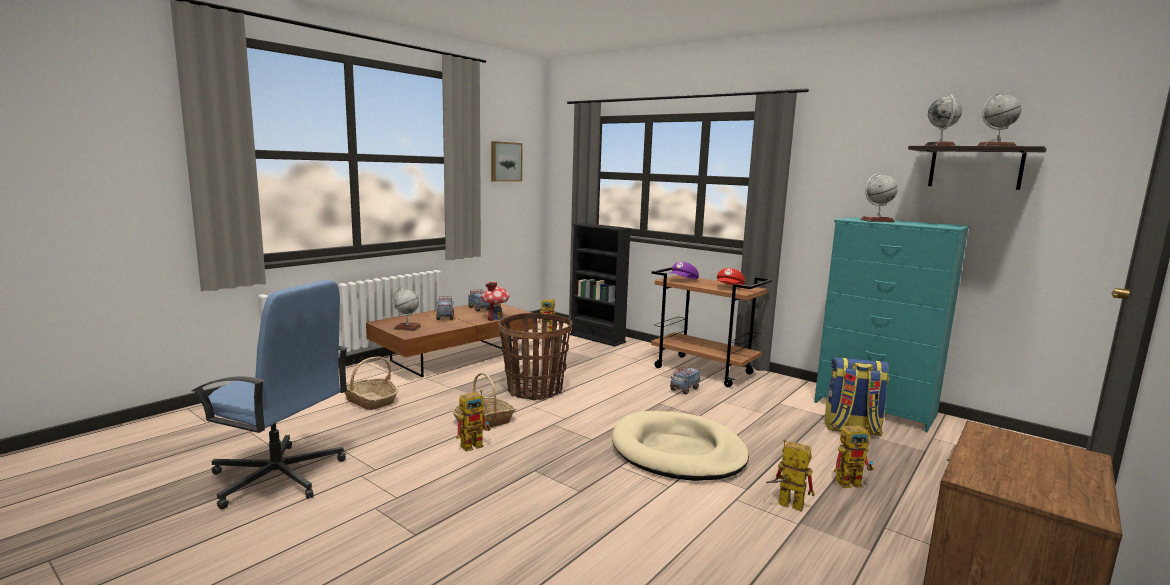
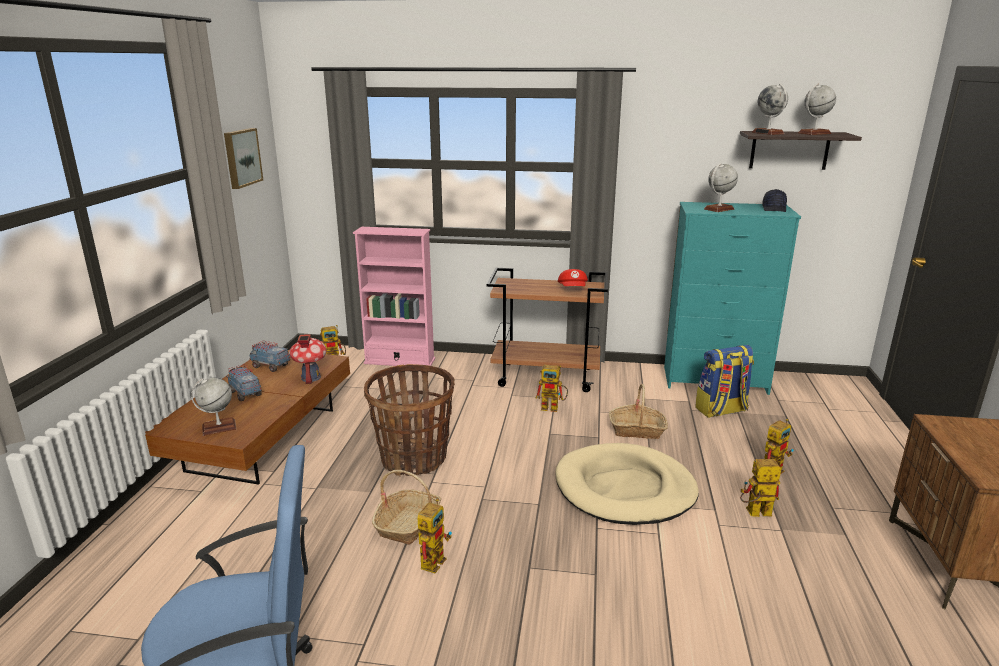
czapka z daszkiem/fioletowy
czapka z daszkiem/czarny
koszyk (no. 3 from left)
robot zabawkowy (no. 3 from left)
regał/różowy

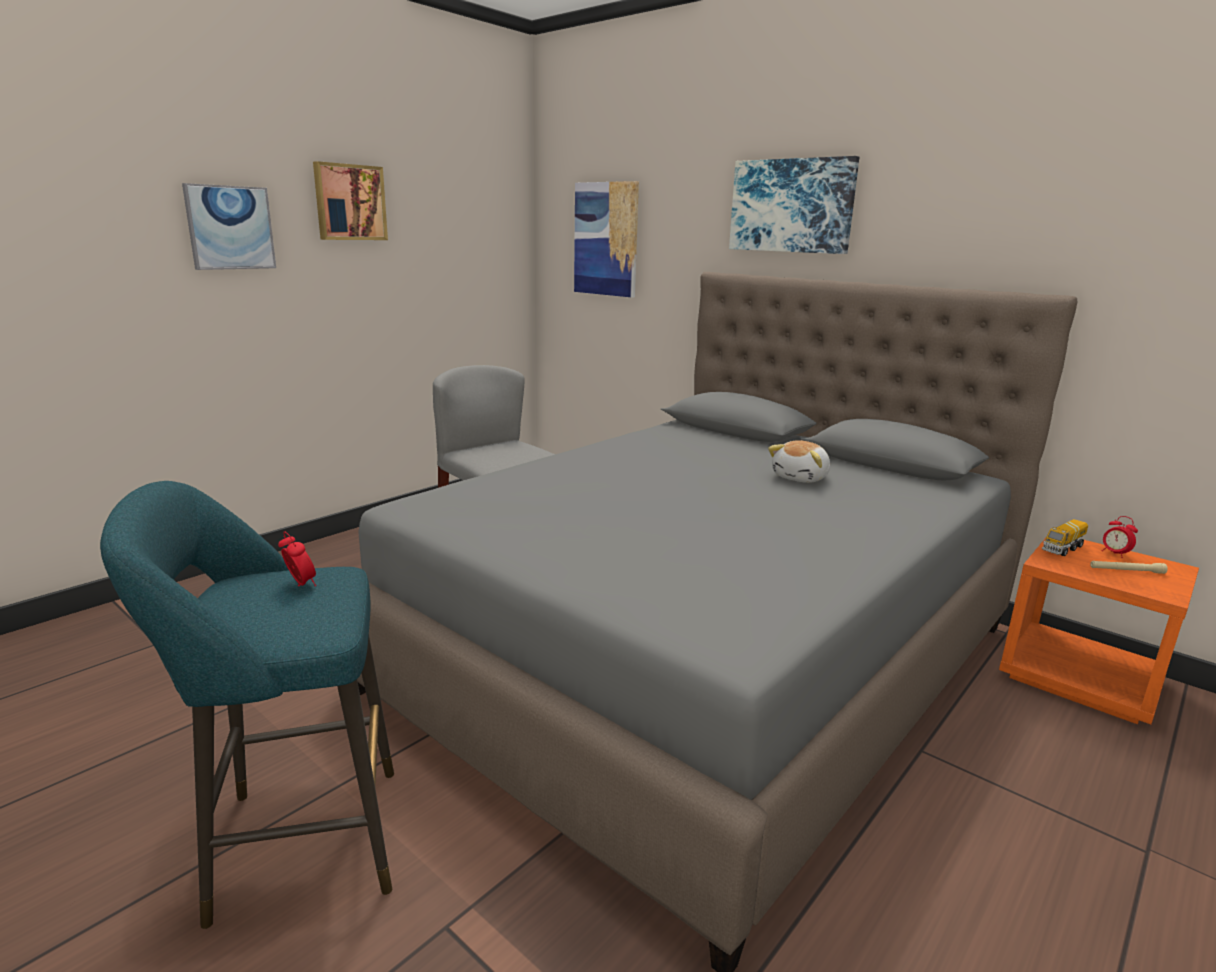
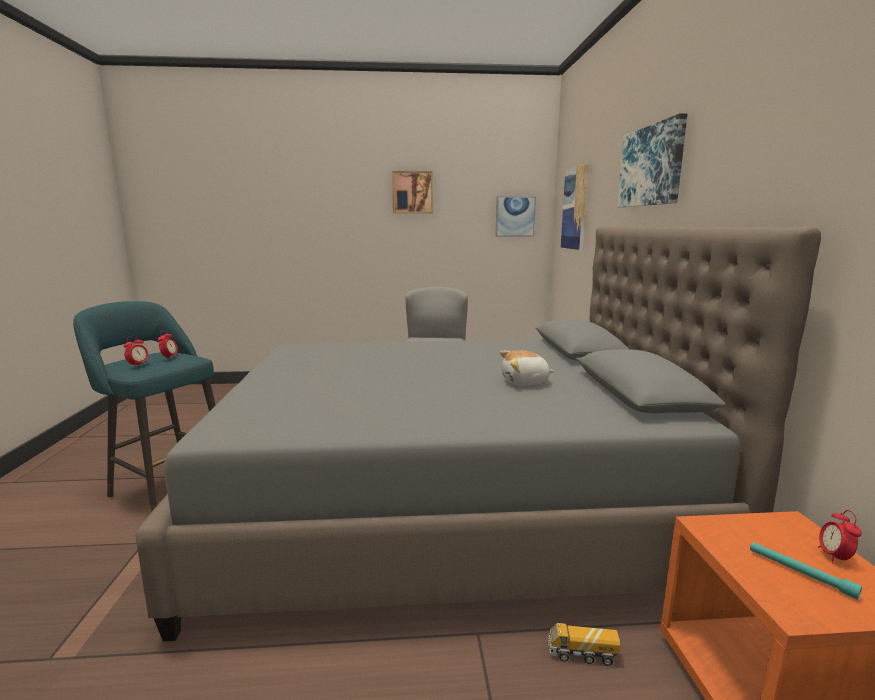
budzik (no. 1 from left)
obraz (no. 2 from left)
ciężarówka zabawkowa
latarka/turkusowy

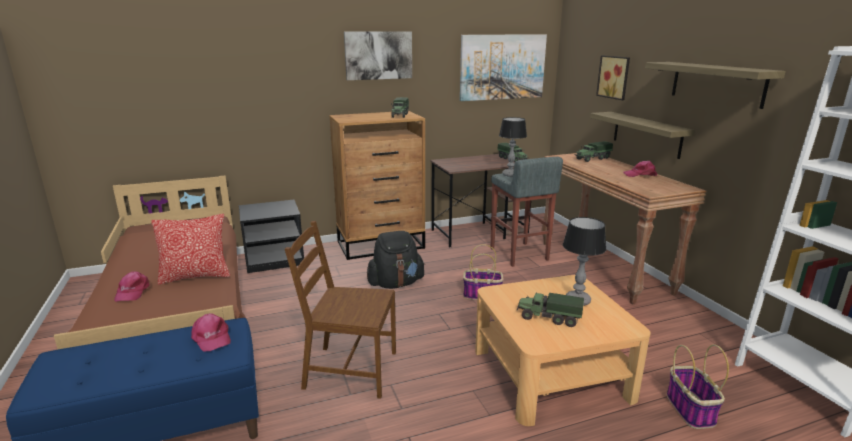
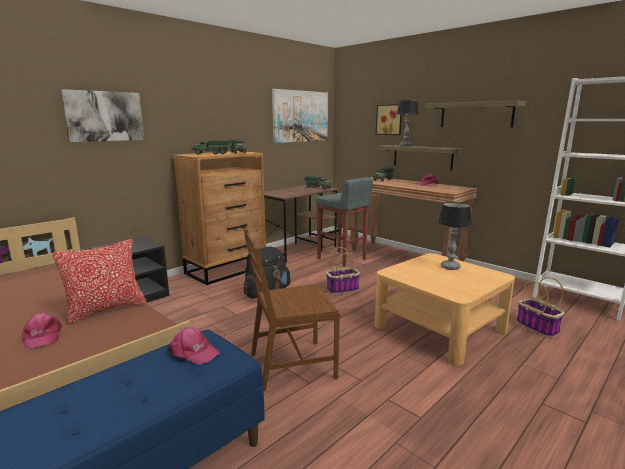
obraz (no. 1 from left)
lampa stołowa (no. 1 from left)
ciężarówka zabawkowa (no. 1 from left)

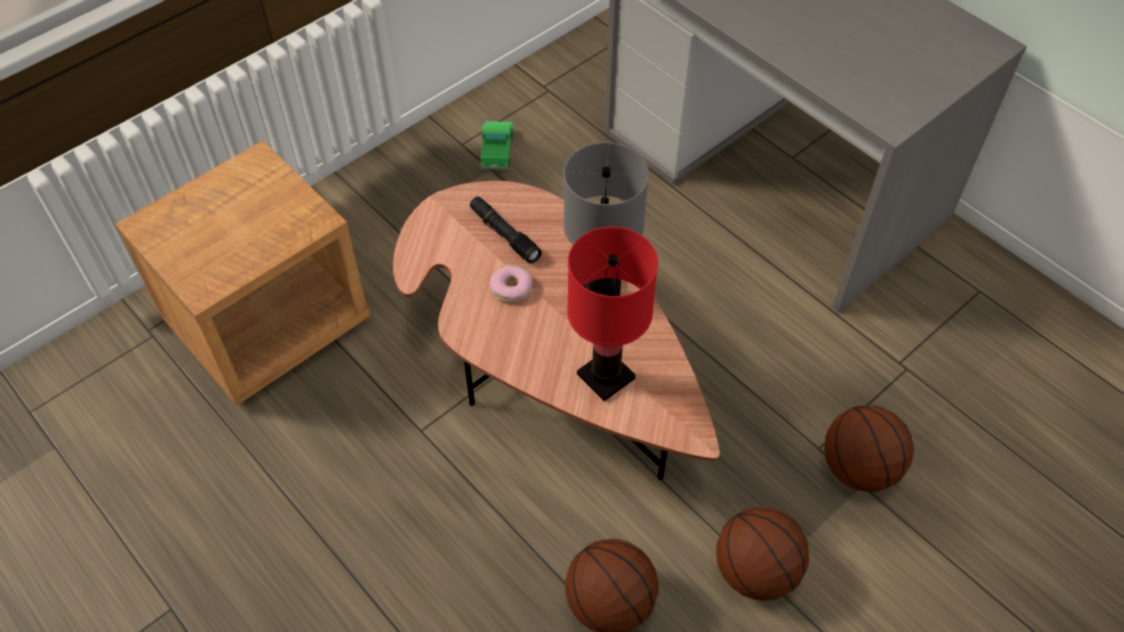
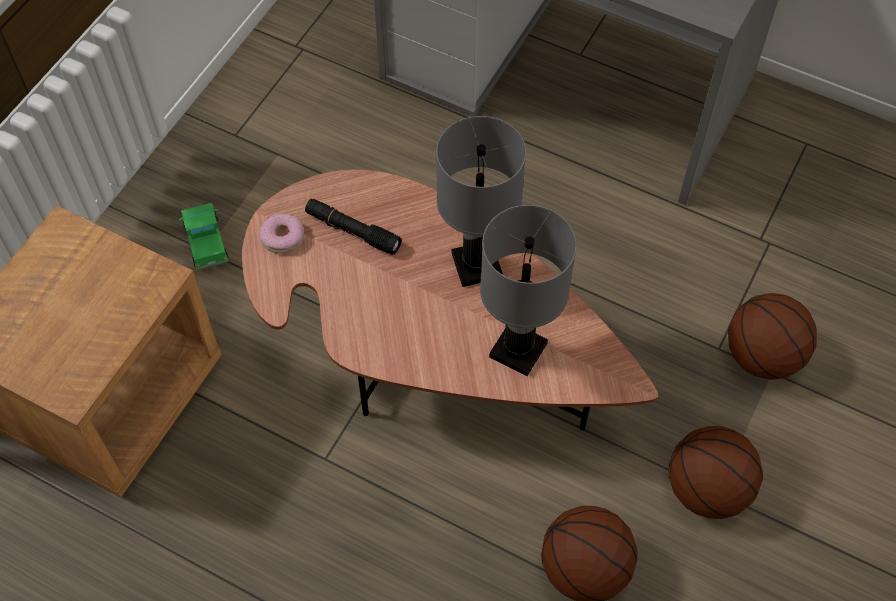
ciężarówka zabawkowa
donut
lampa stołowa/szary (no. 2 from left)

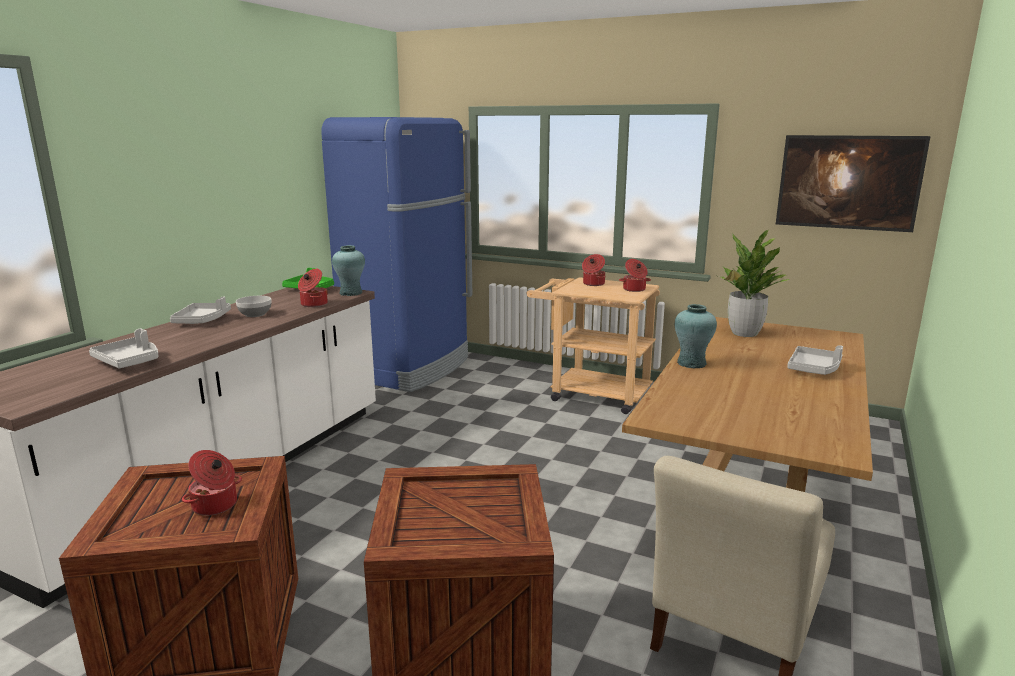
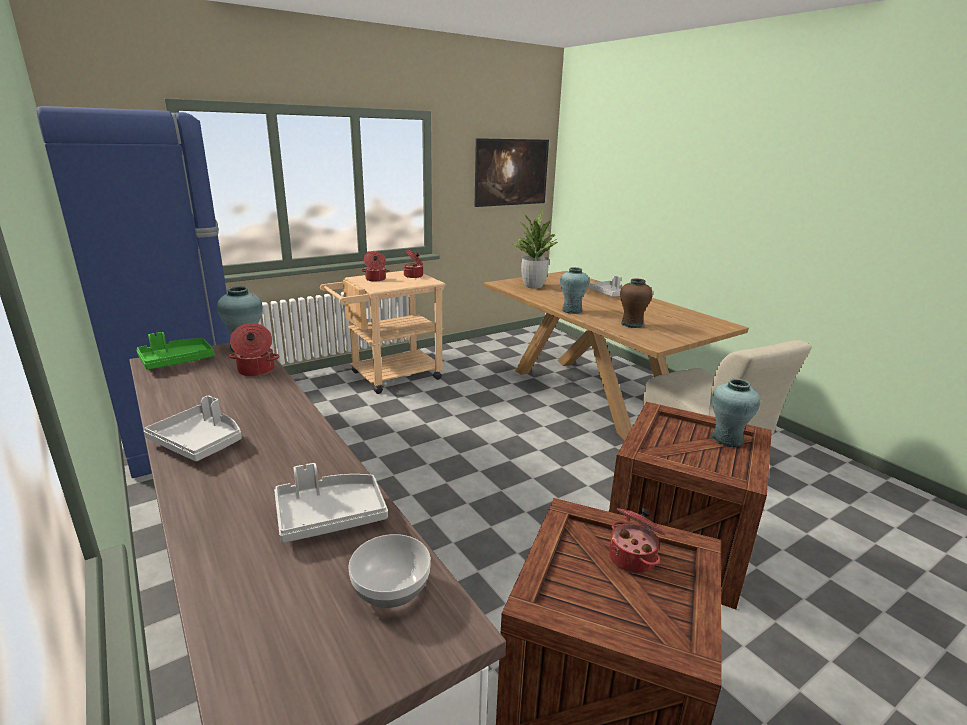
wazon/brązowy
wazon/turkusowy (no. 3 from left)
miska

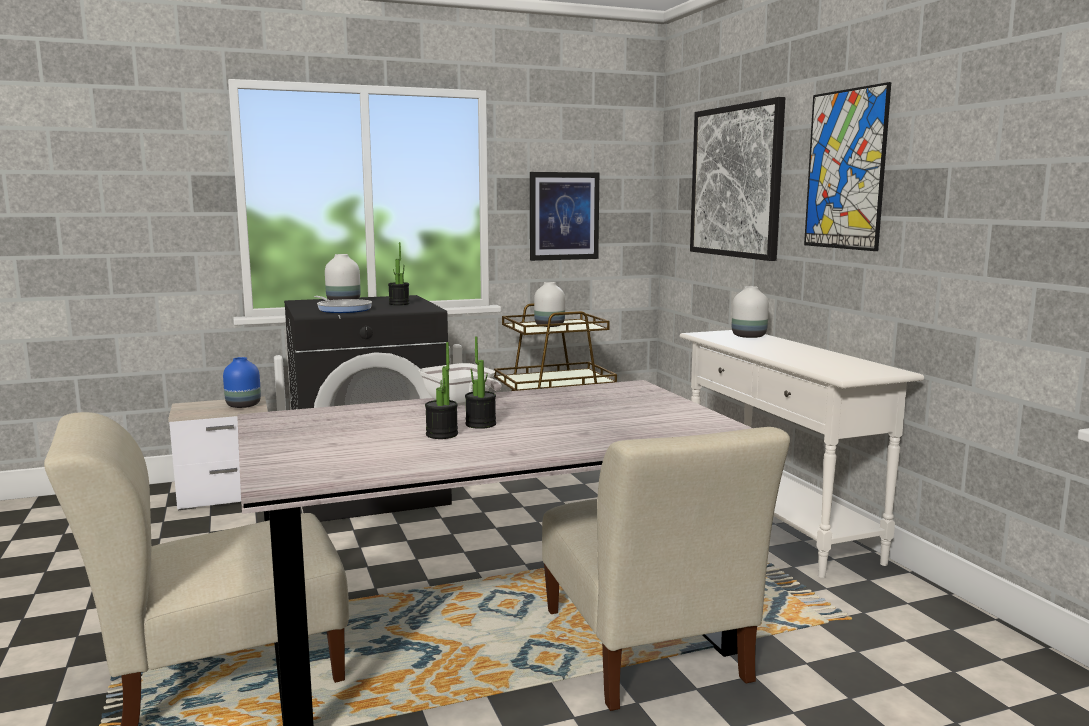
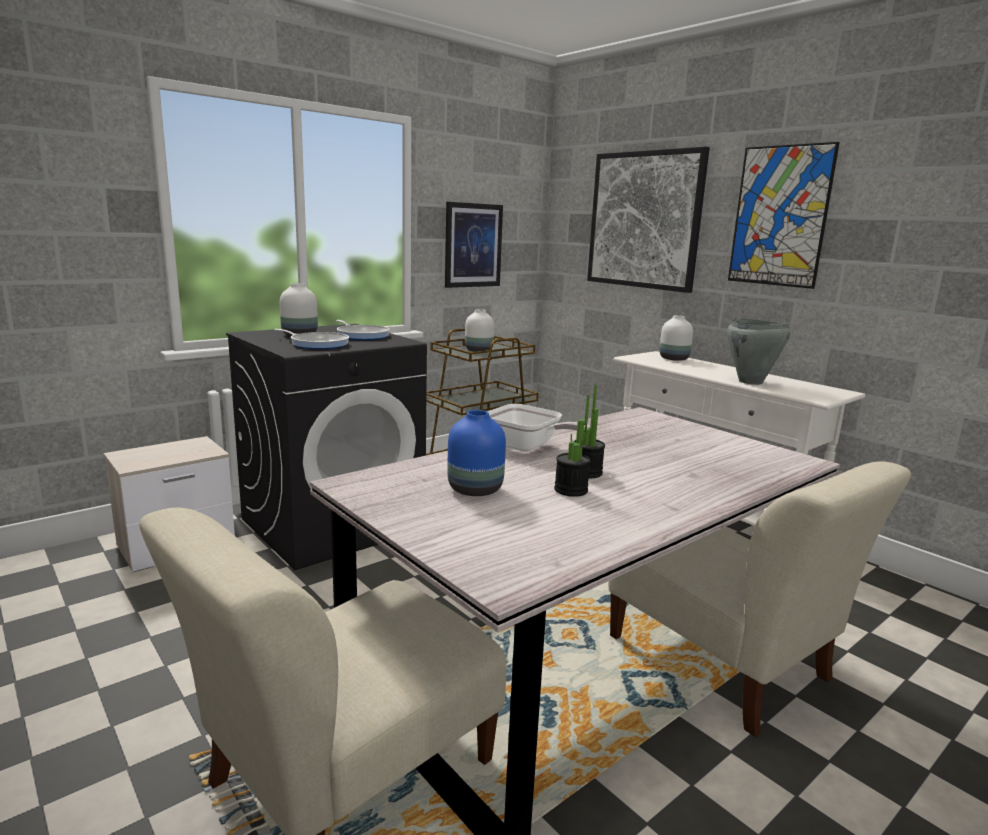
garnek/szary
wazon/niebieski
patelnia (no. 2 from left)

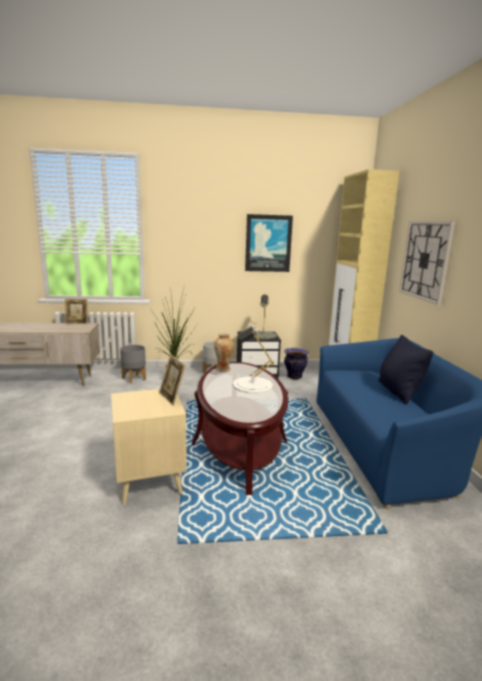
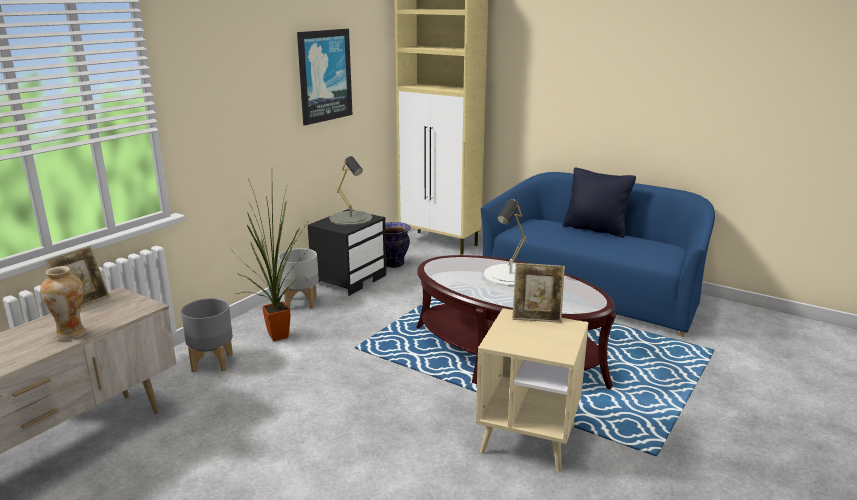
zegar ścienny
wazon (no. 1 from left)

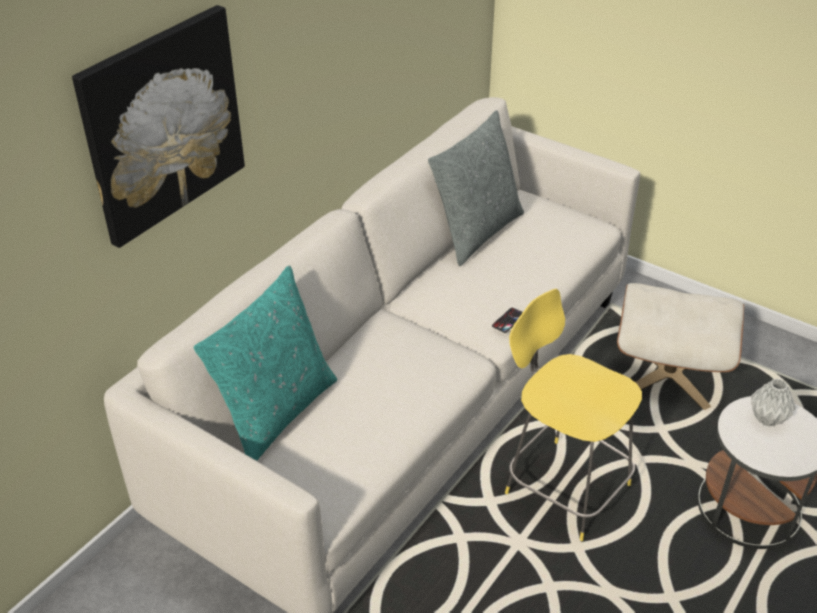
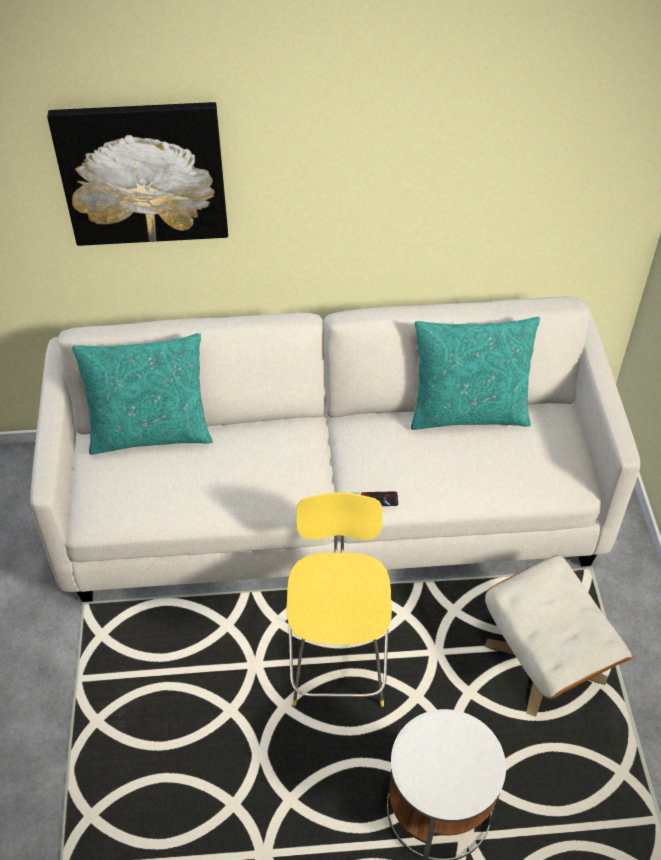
wazon/szary
poduszka/turkusowy (no. 2 from left)

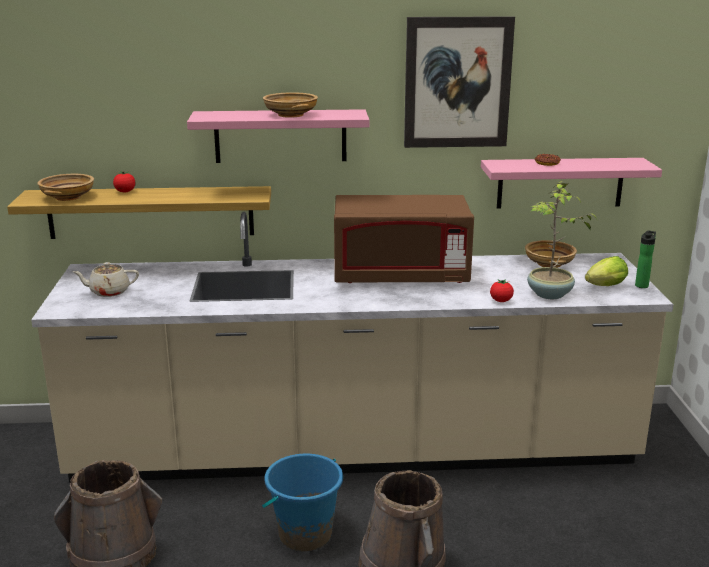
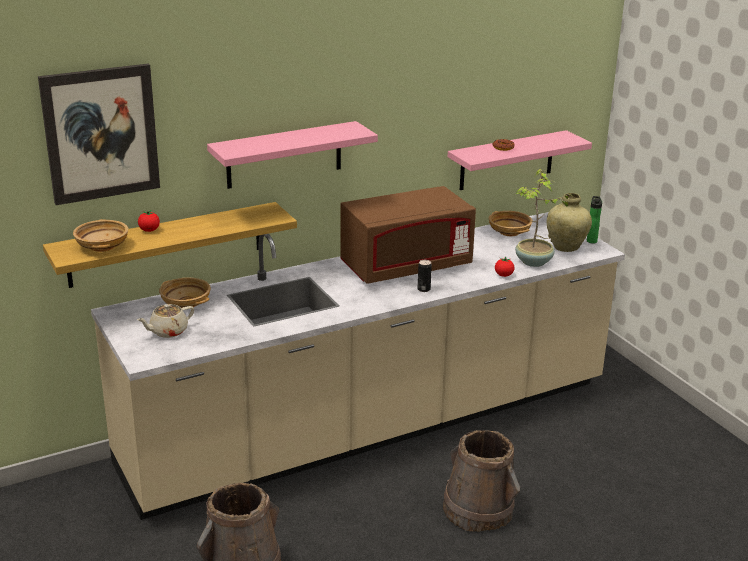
wiadro/niebieski
puszka
miska/beżowy (no. 2 from left)
obraz
wazon/beżowy

